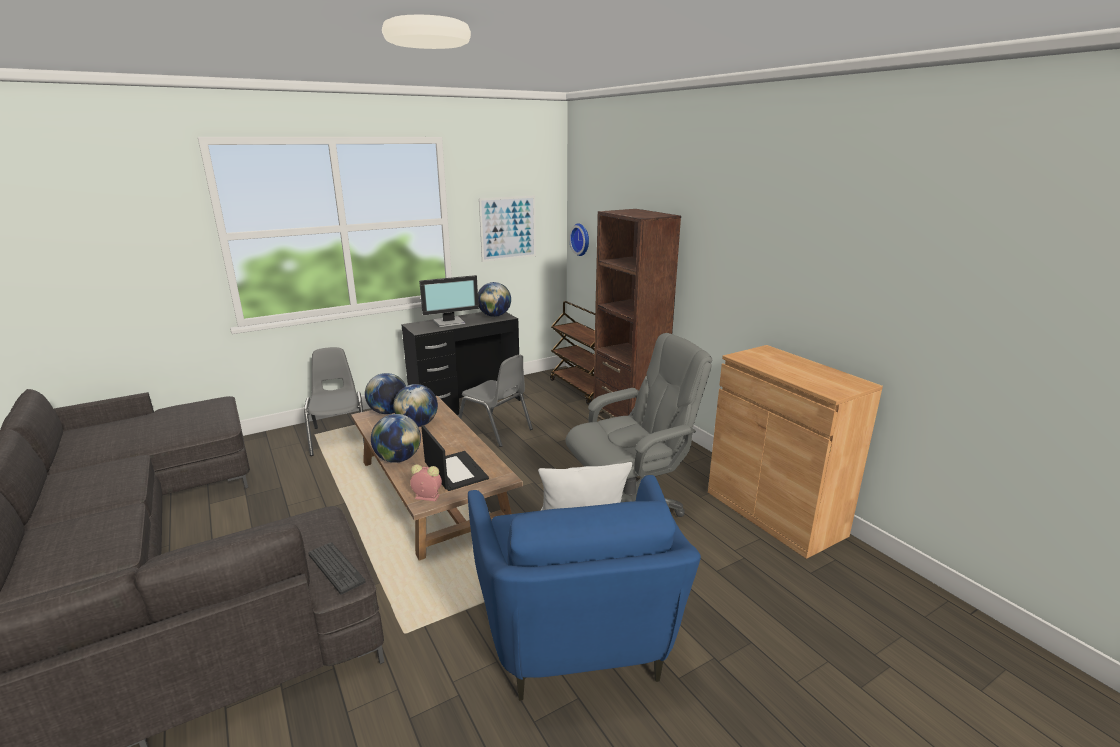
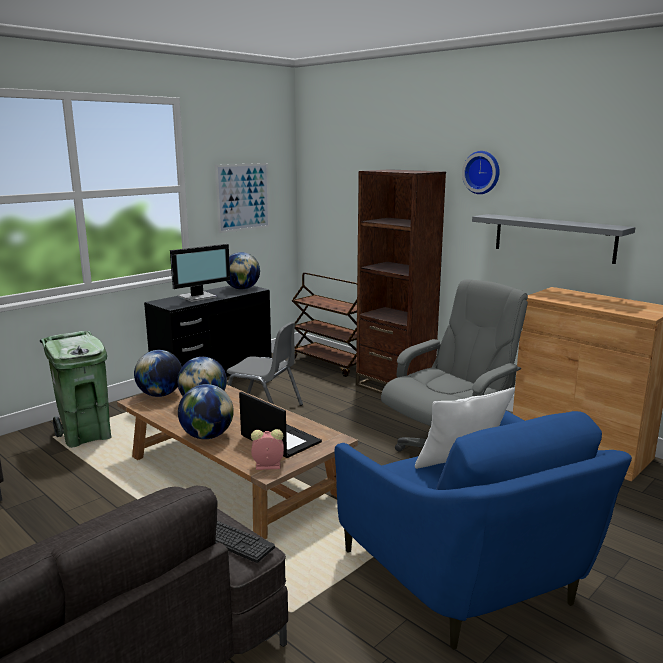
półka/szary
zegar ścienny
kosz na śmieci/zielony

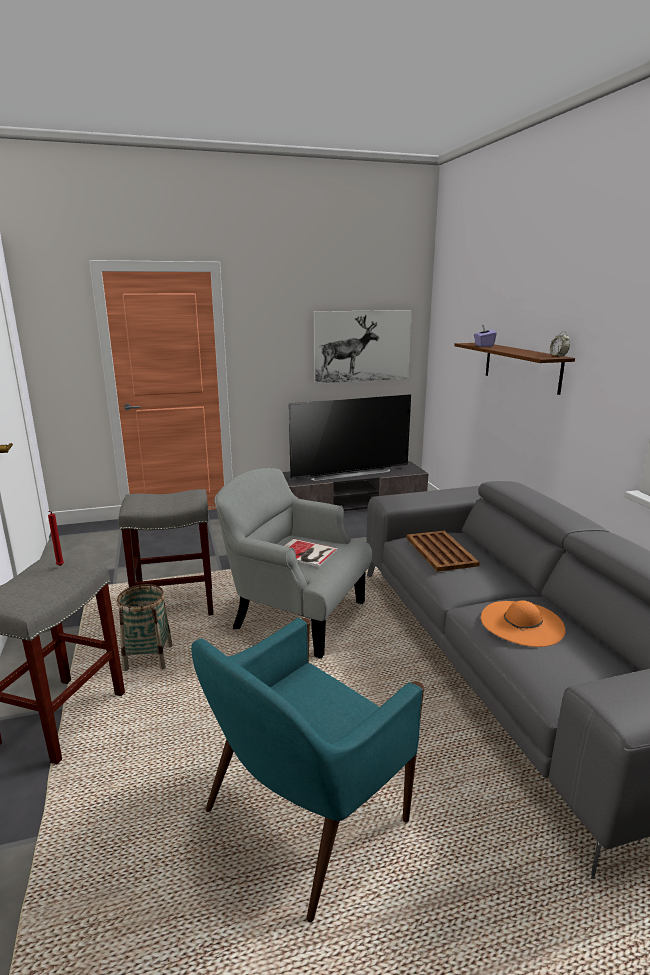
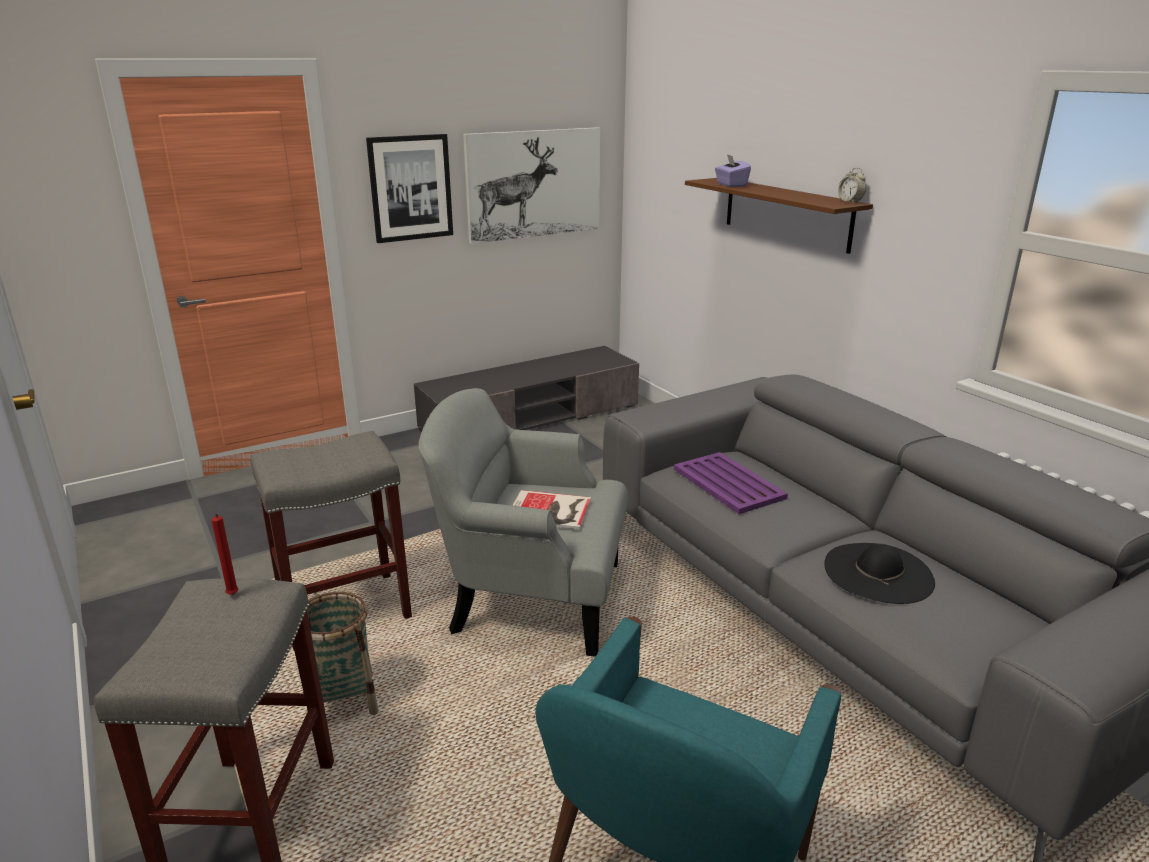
telewizor
obraz (no. 1 from left)
taca/fioletowy
kapelusz/czarny

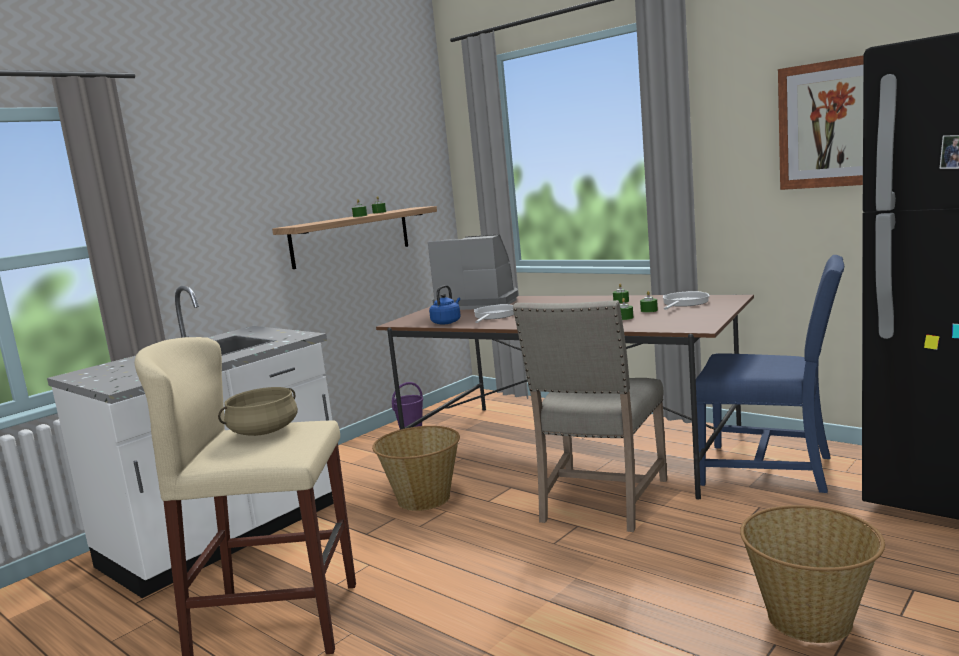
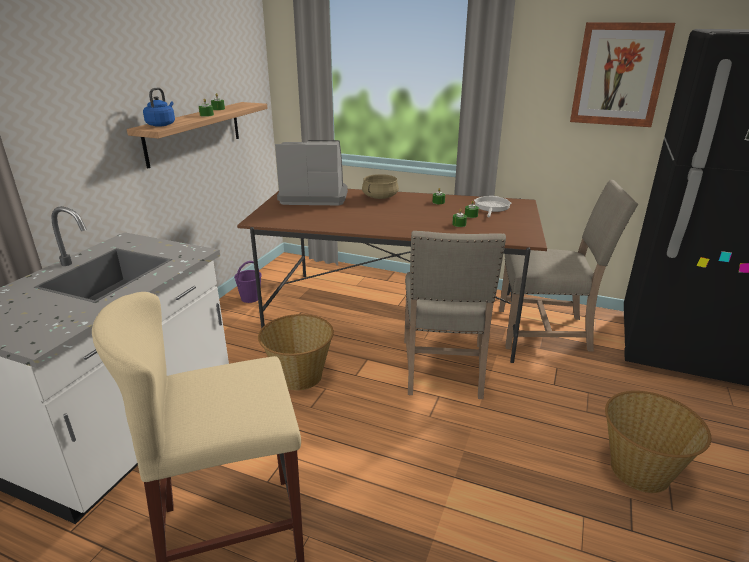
patelnia (no. 1 from left in the first image)
garnek/beżowy
czajnik/niebieski
krzesło/beżowy (no. 2 from left)

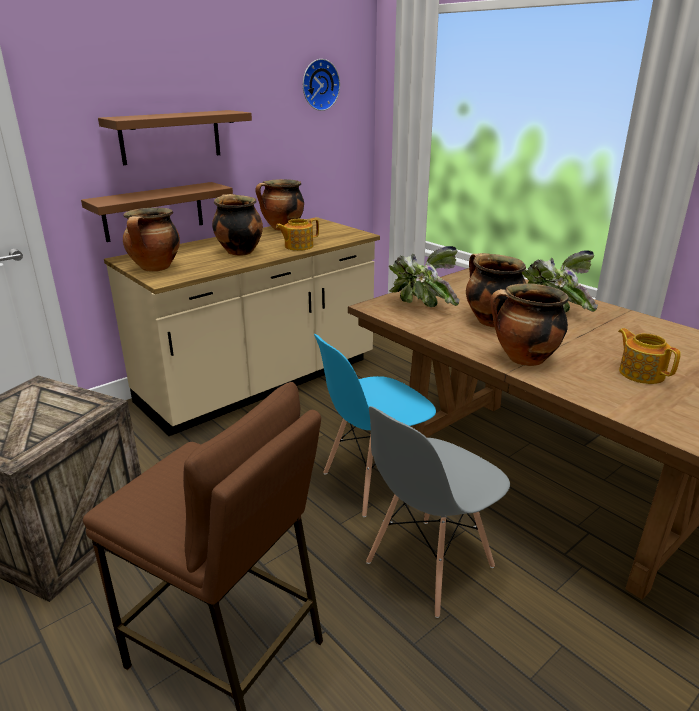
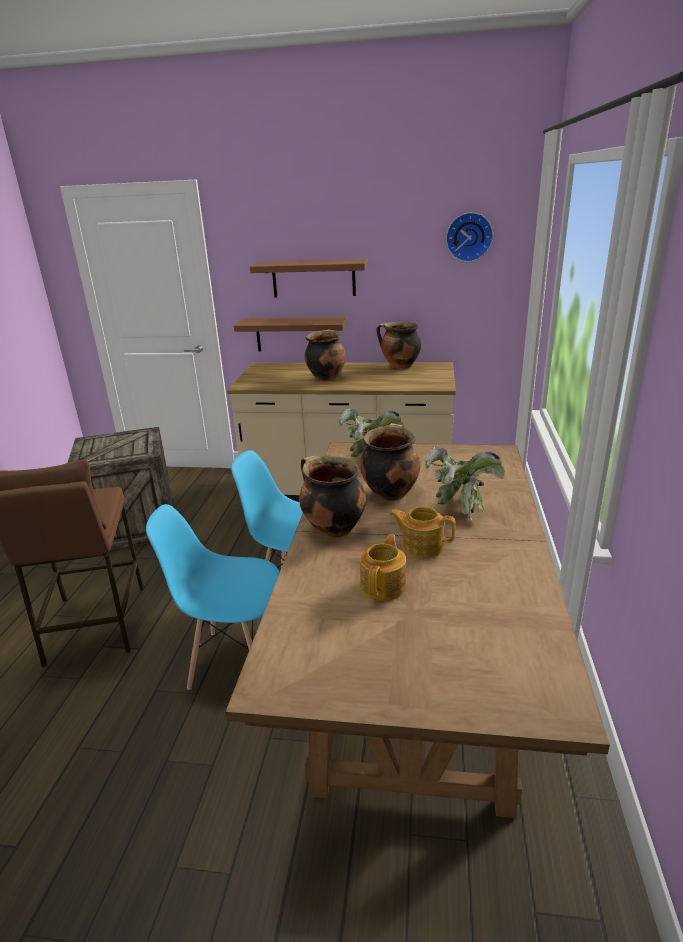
garnek (no. 1 from left in the first image)
imbryk (no. 2 from left)
krzesło/niebieski (no. 1 from left)

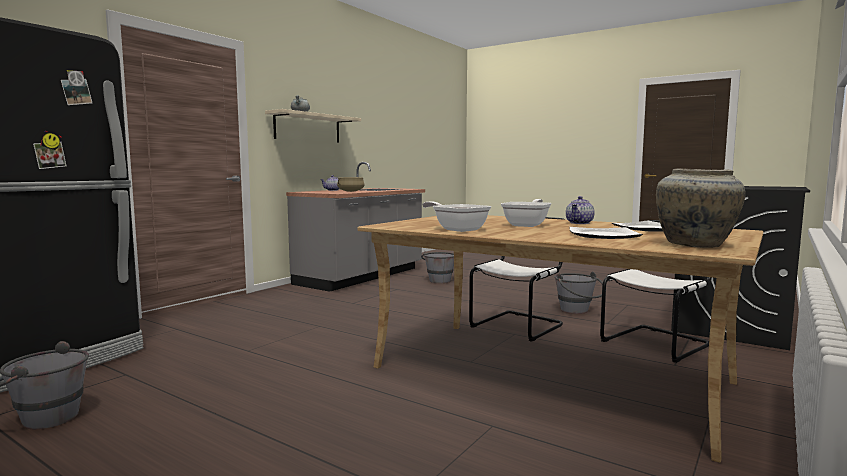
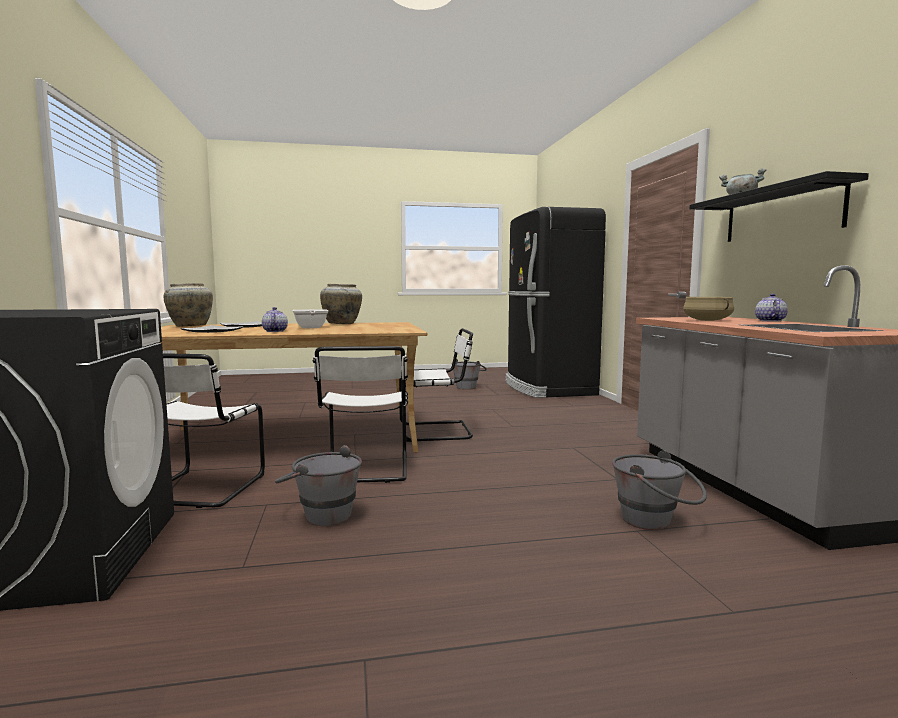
krzesło/biały (no. 3 from left)
wazon/beżowy (no. 2 from left)
półka/czarny

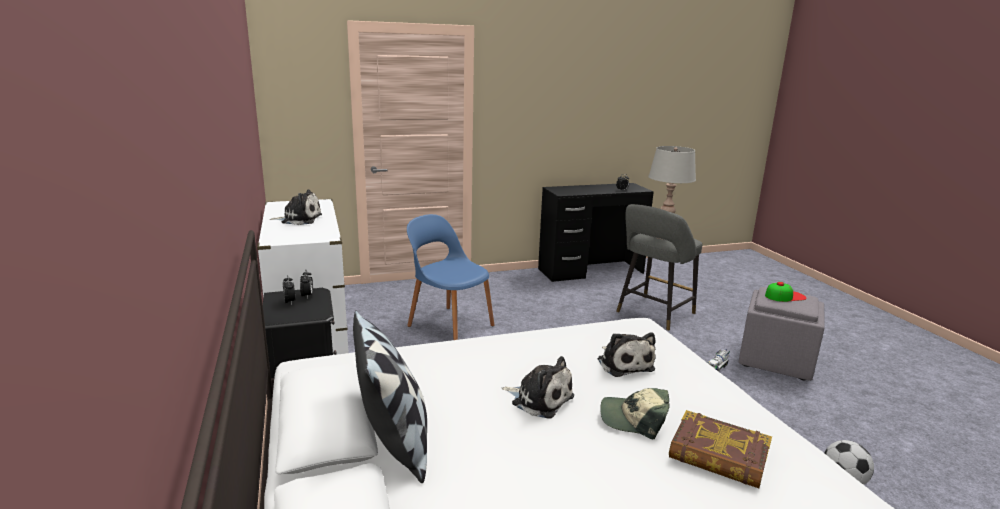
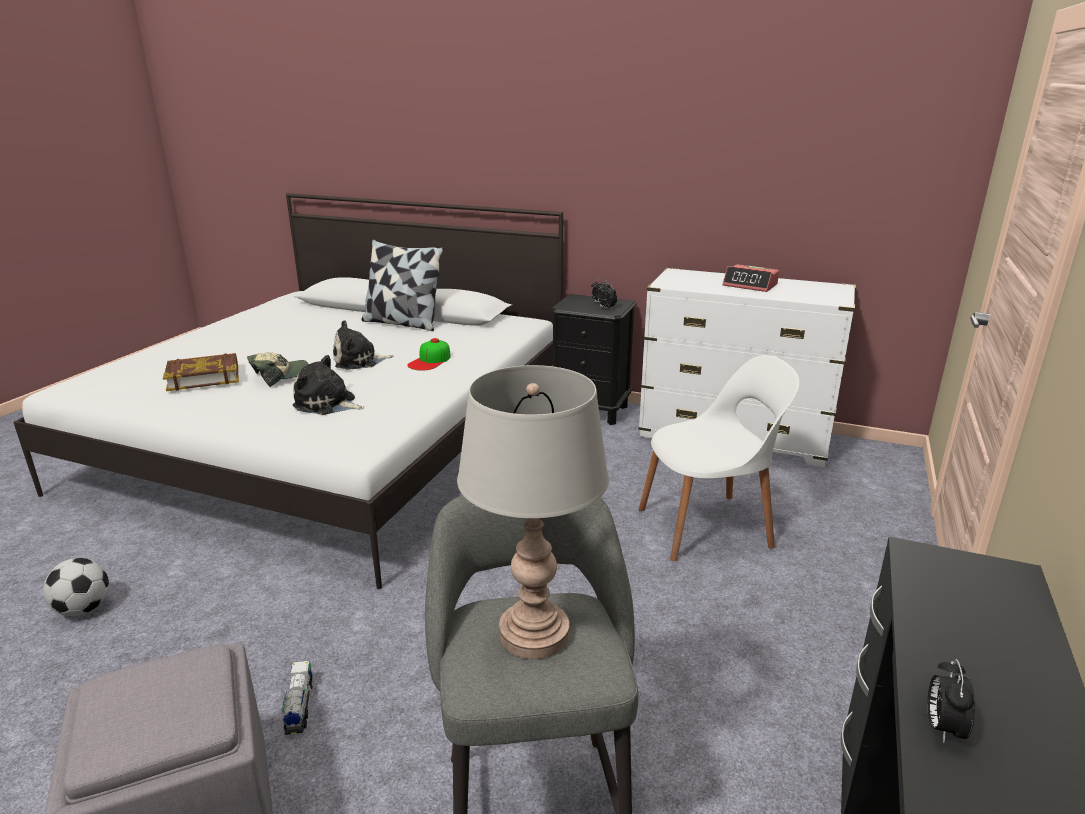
czapka z daszkiem (no. 2 from left)
budzik (no. 3 from left)
krzesło/biały

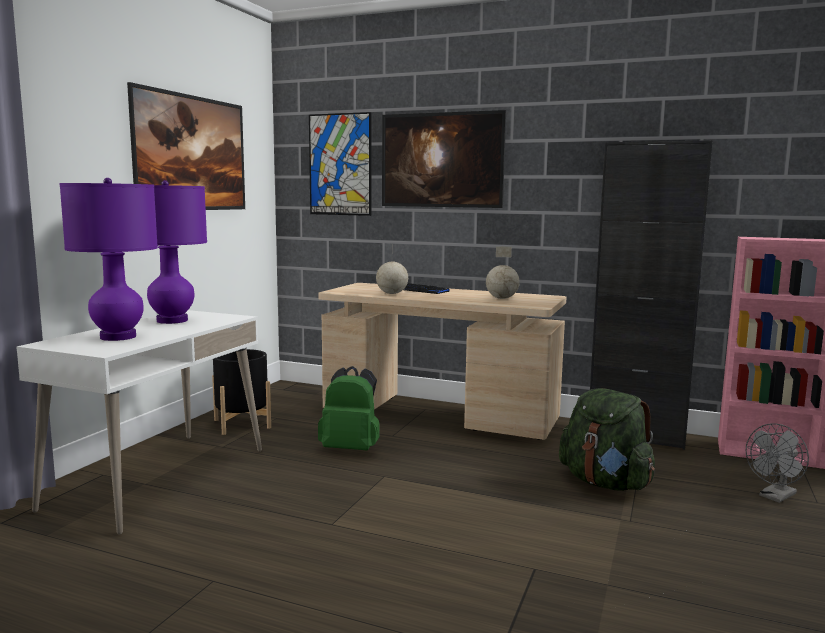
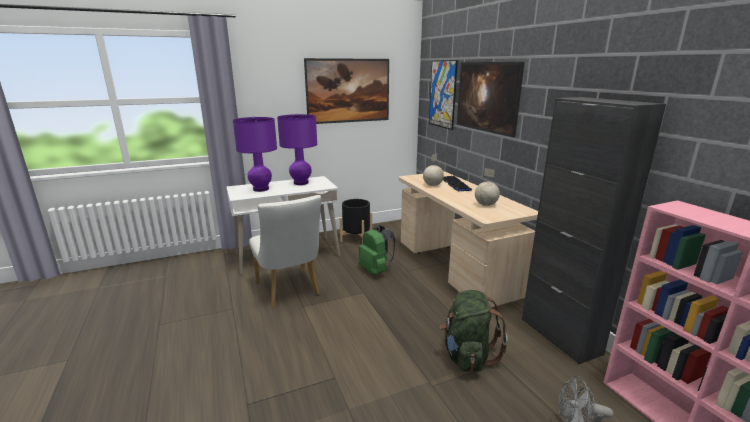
krzesło/biały

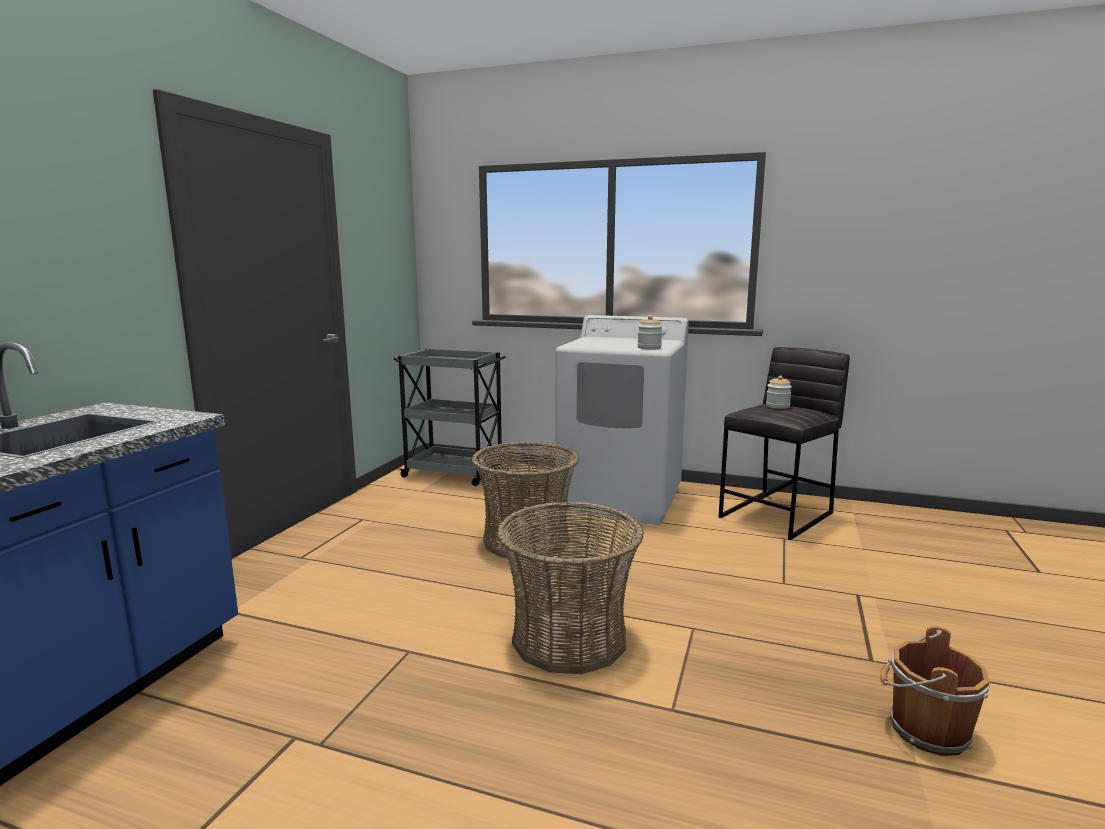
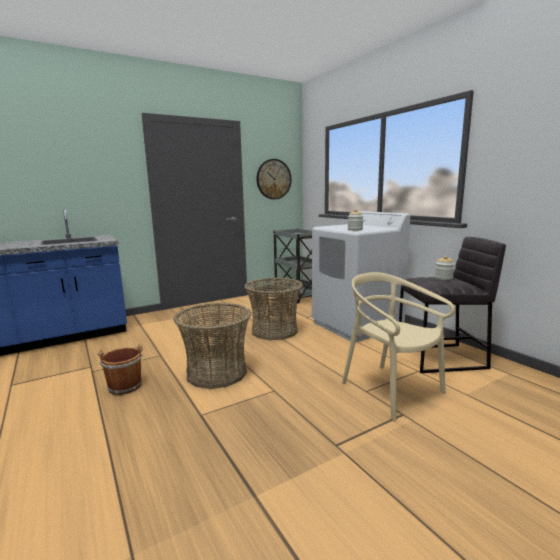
zegar ścienny
krzesło/beżowy
wiadro/brązowy

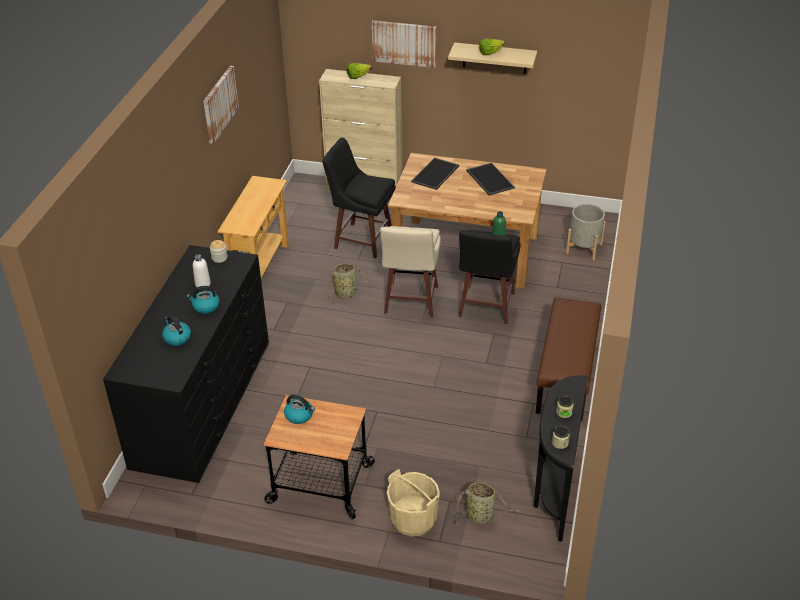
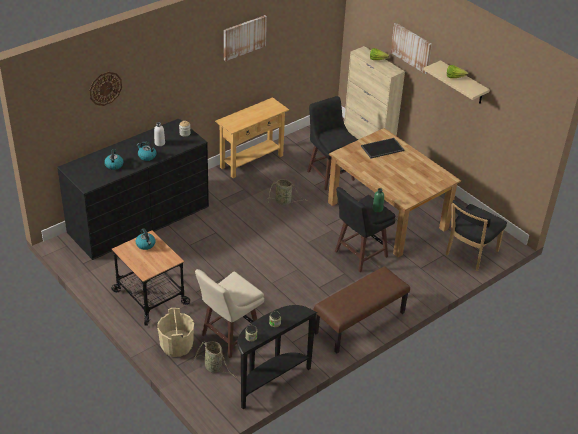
taca (no. 2 from left in the first image)
zegar ścienny
stołek/beżowy
krzesło/czarny

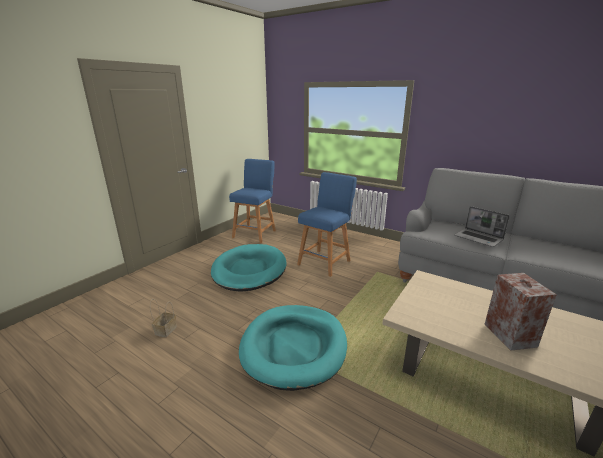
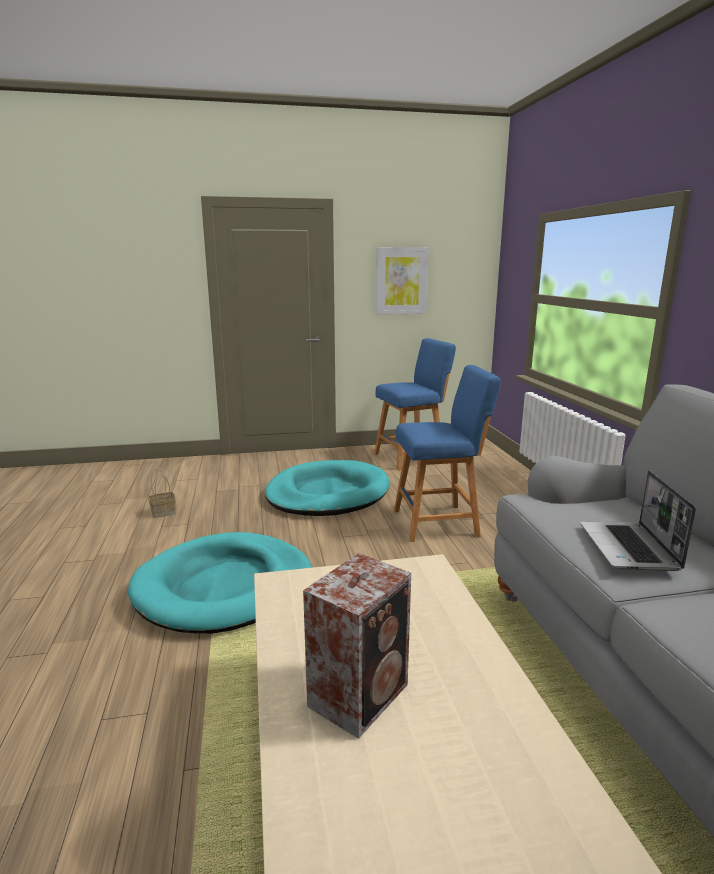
obraz

